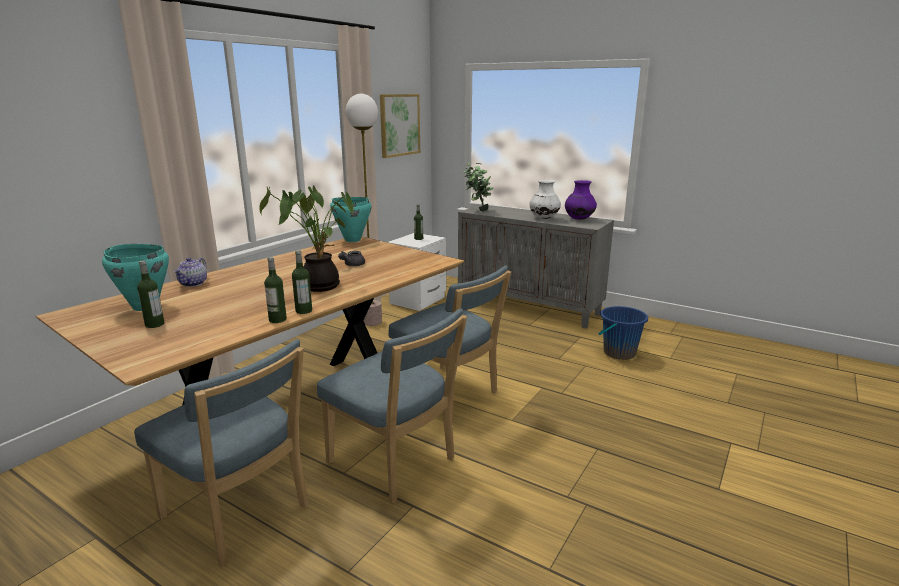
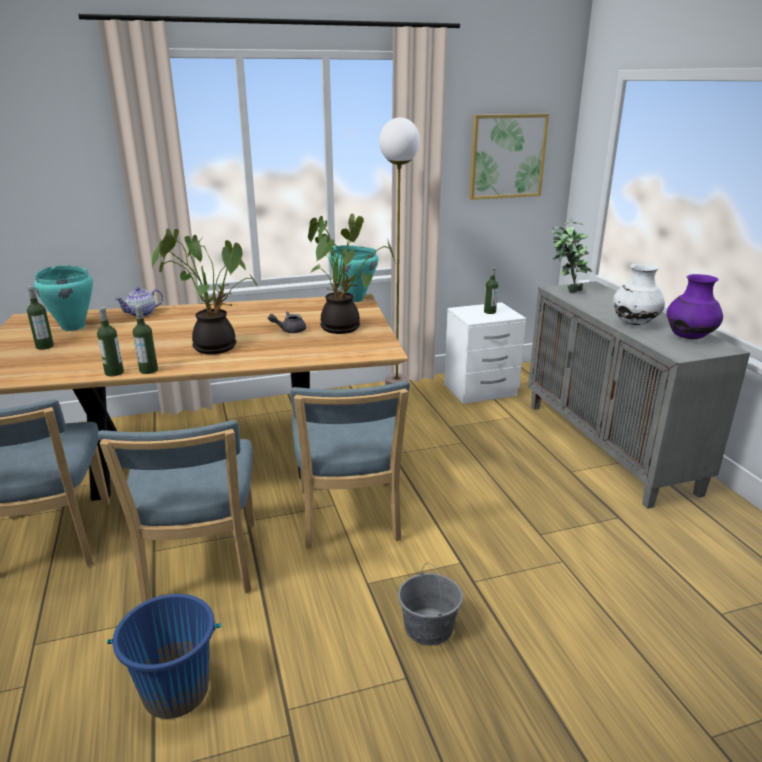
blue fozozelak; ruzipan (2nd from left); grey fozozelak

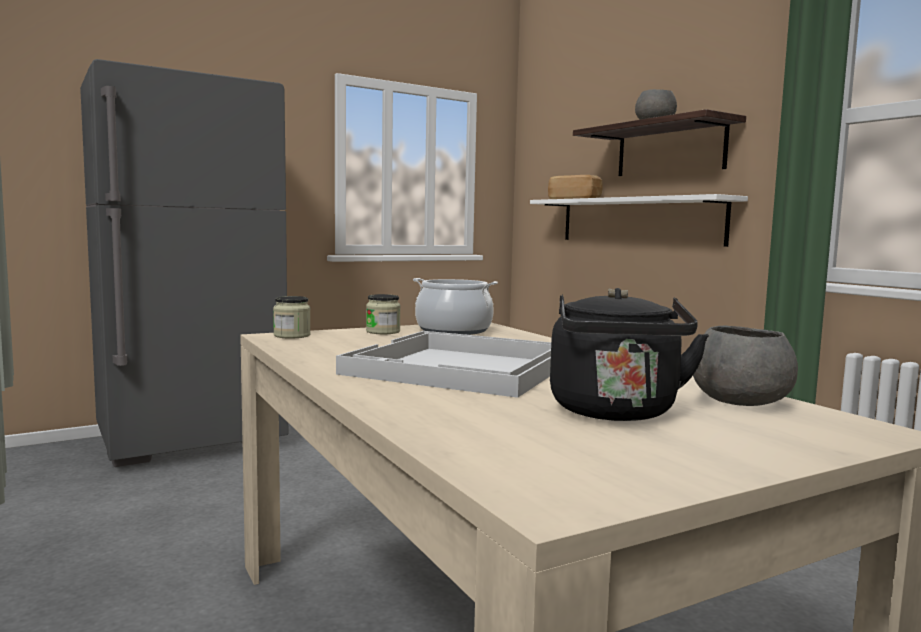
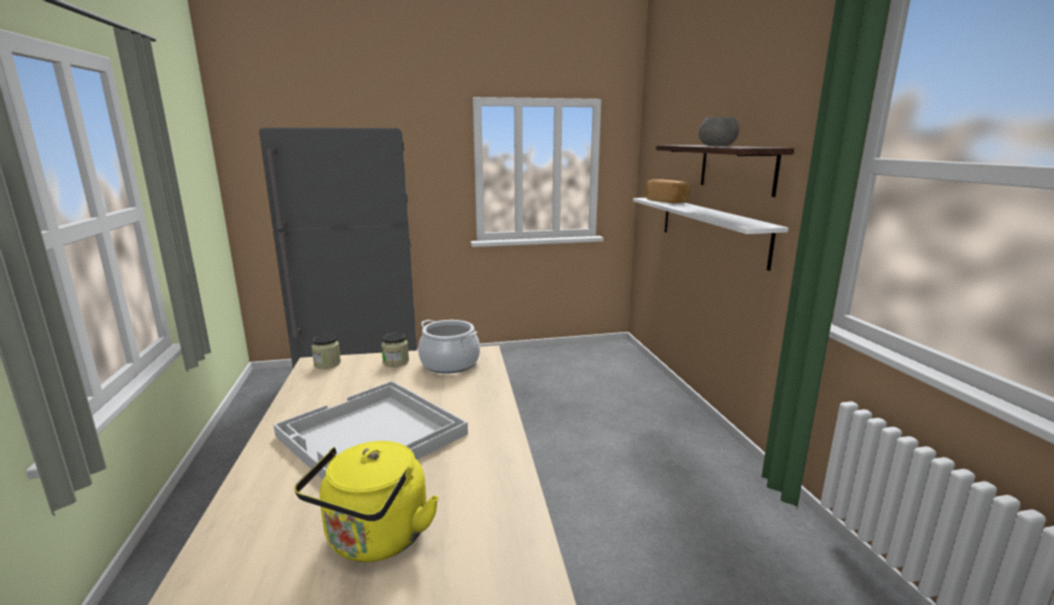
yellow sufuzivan; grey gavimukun (2nd from left in the first image)

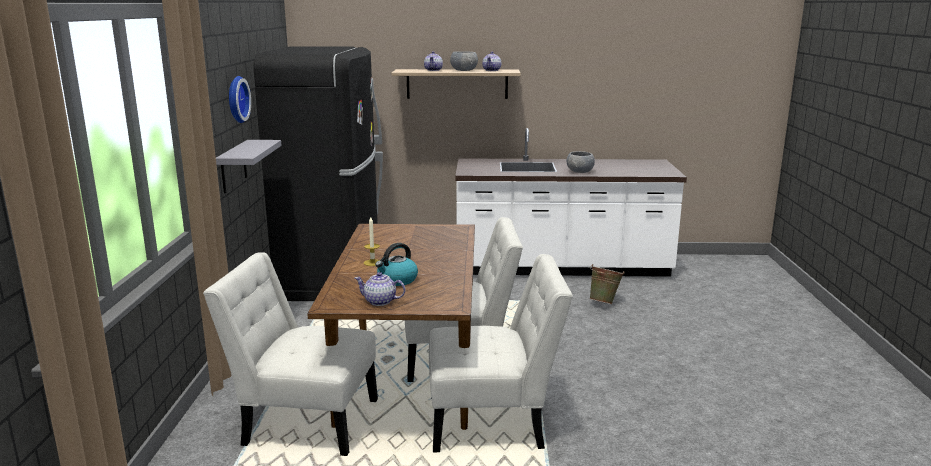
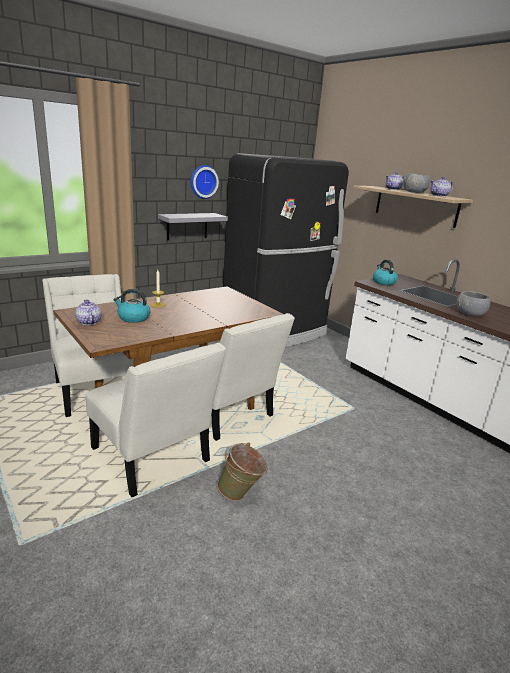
green fozozelak; sufuzivan (2nd from left)

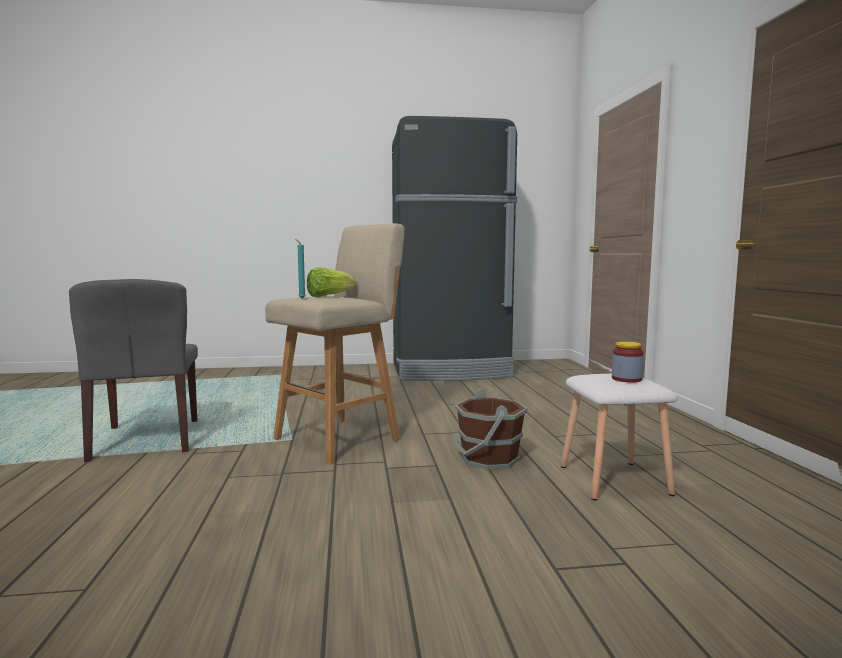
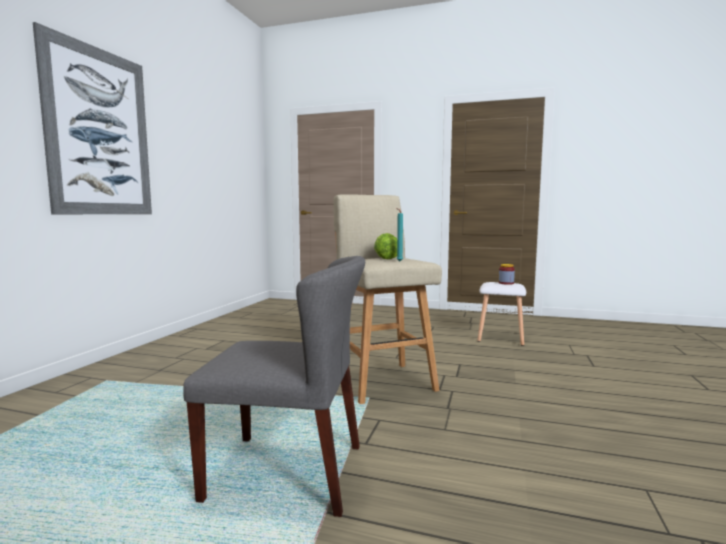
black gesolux; brown fozozelak; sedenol

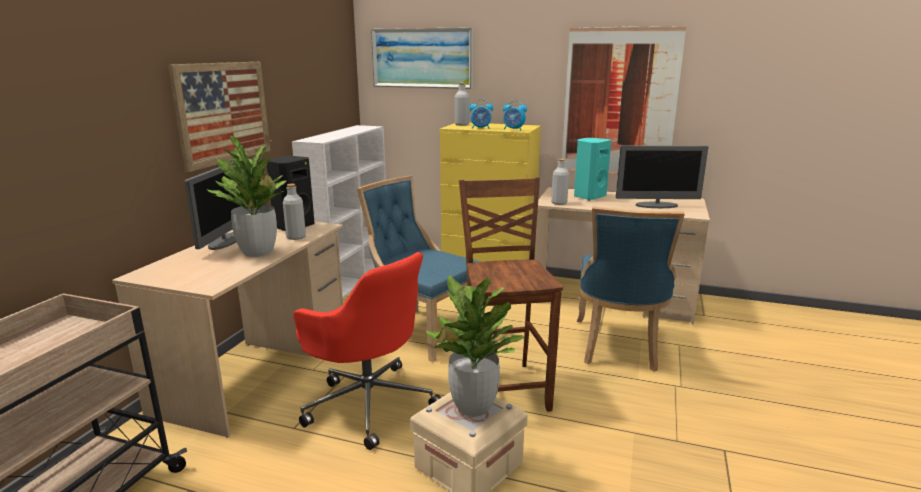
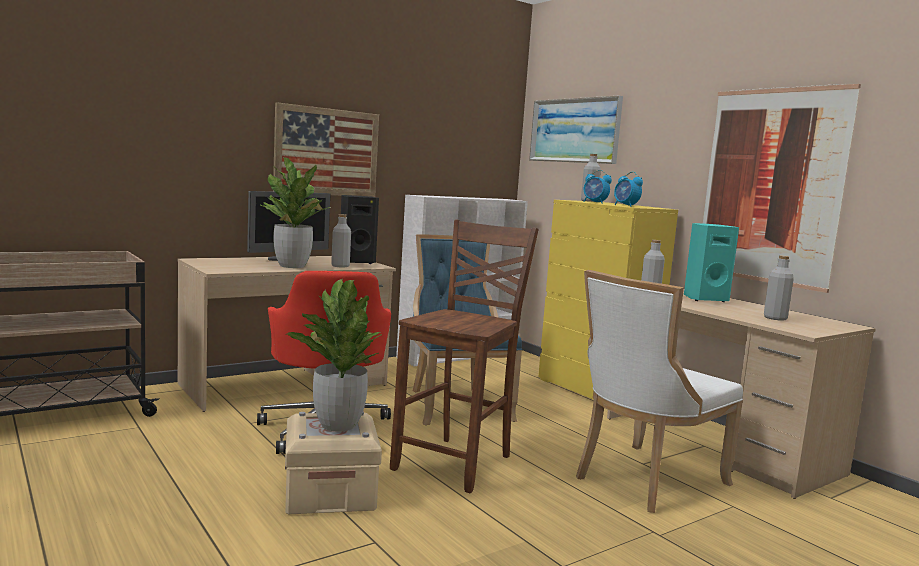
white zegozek; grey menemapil (4th from left)

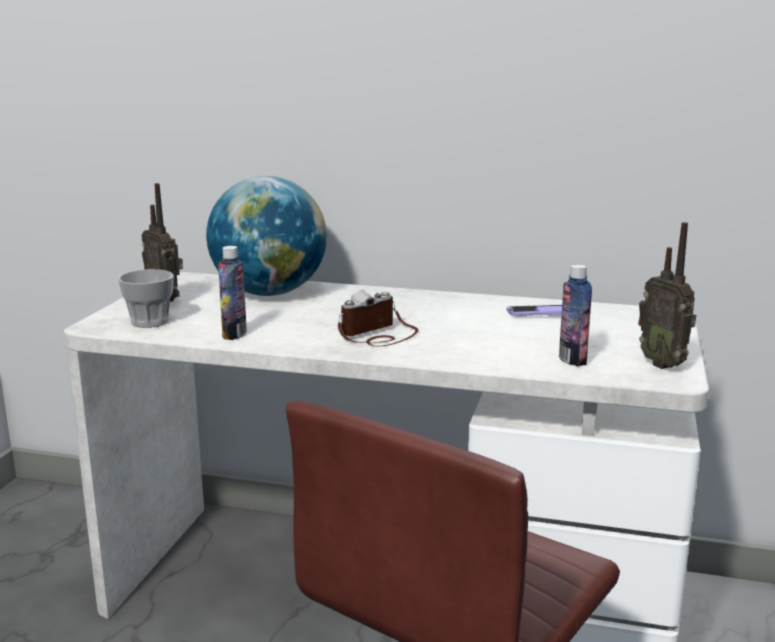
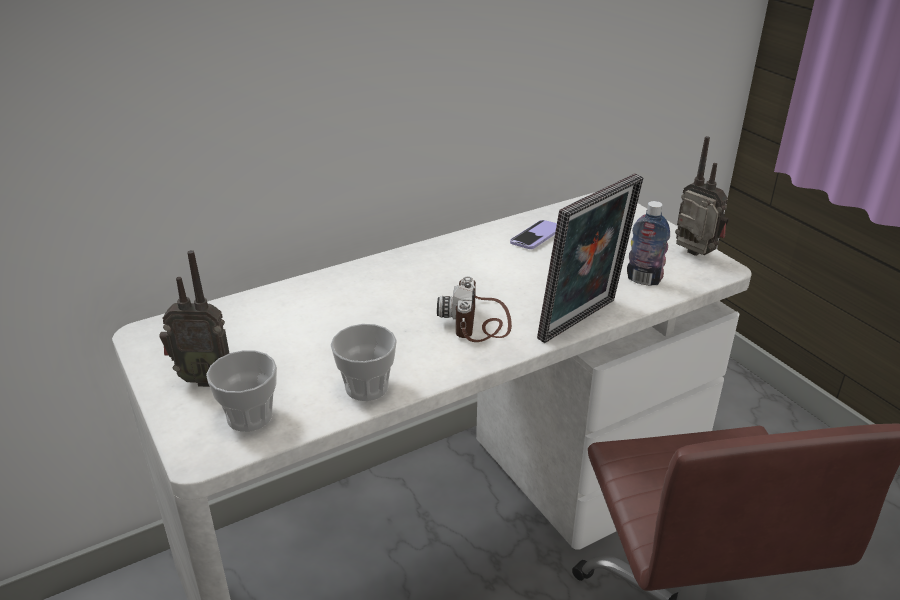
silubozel; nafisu (2nd from left); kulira (2nd from left); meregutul

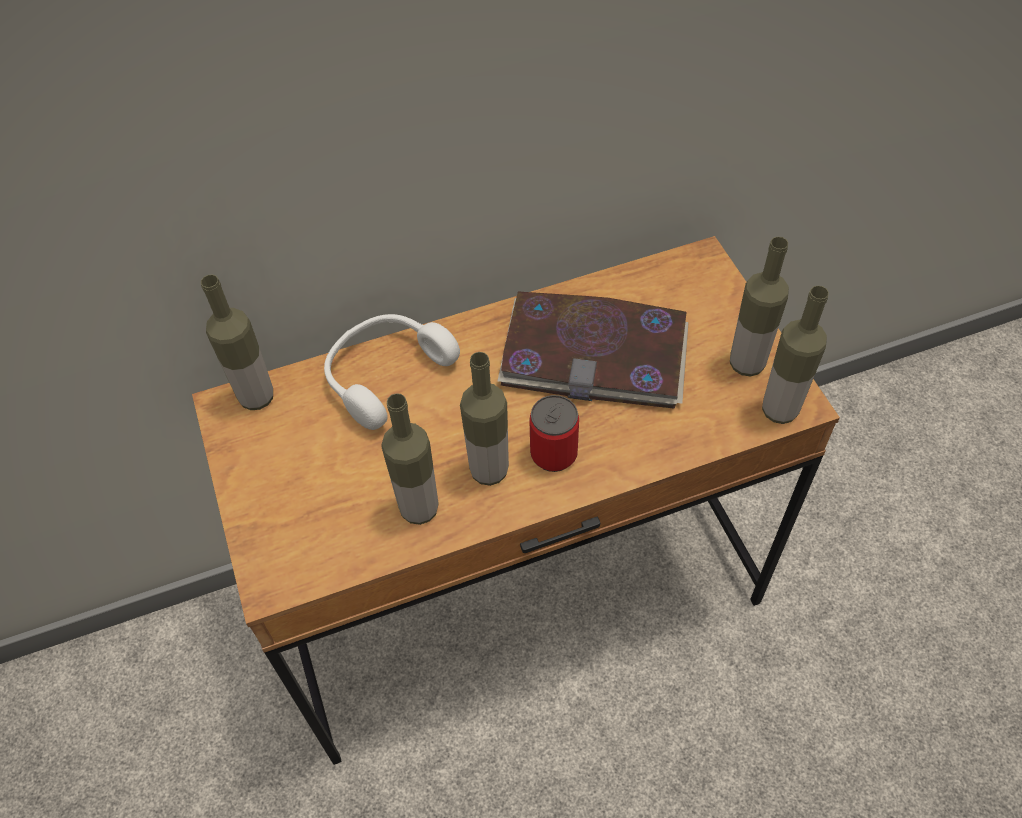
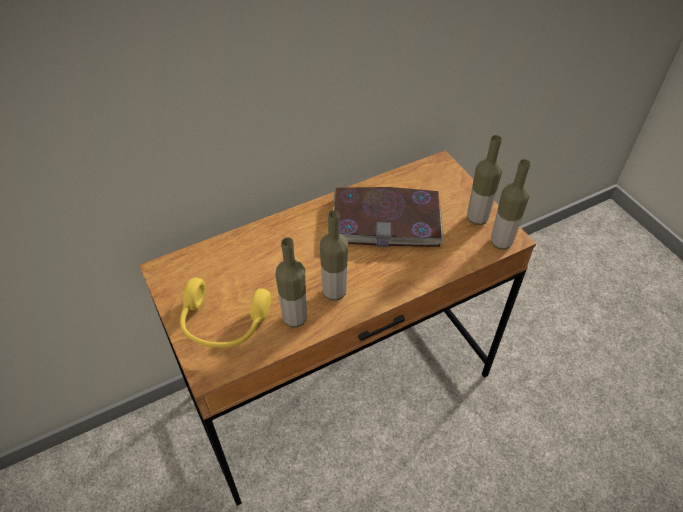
menemapil (1st from left in the first image); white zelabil; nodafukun; yellow zelabil

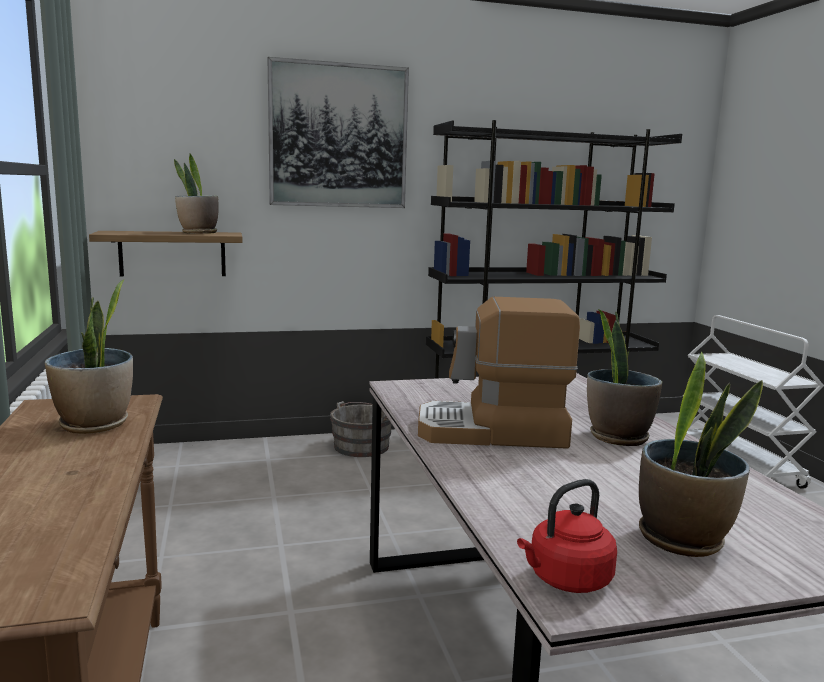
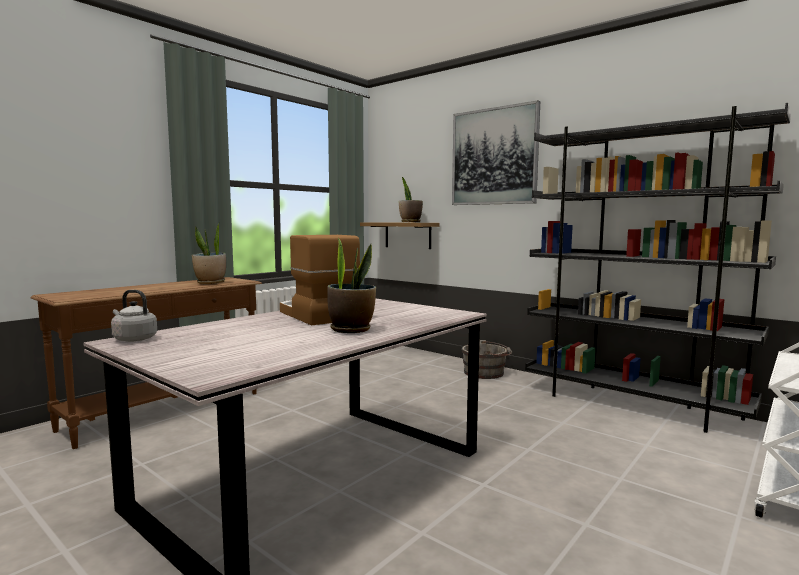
grey sufuzivan; ruzipan (4th from left in the first image)

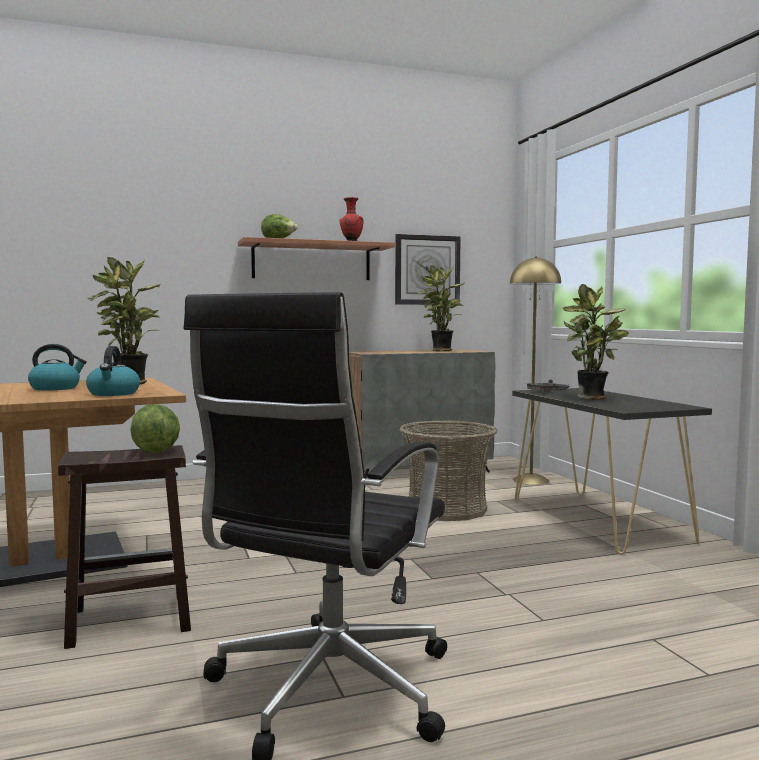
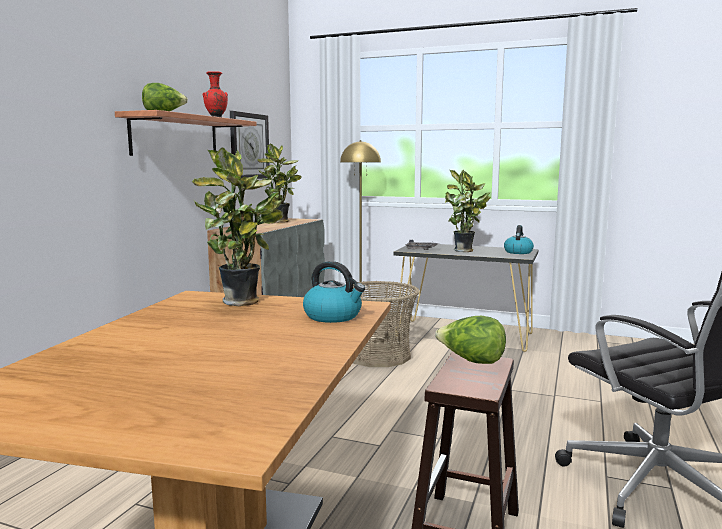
sufuzivan (2nd from left)

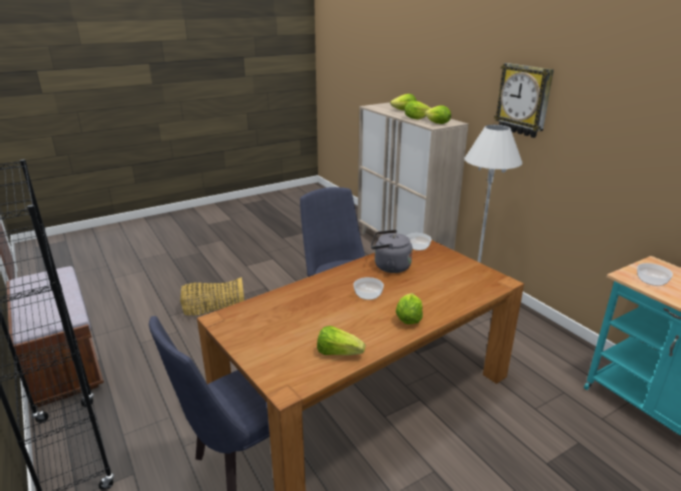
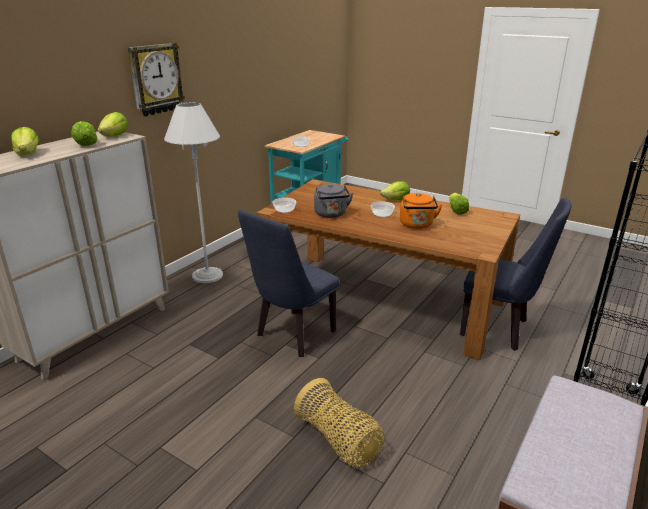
orange sufuzivan

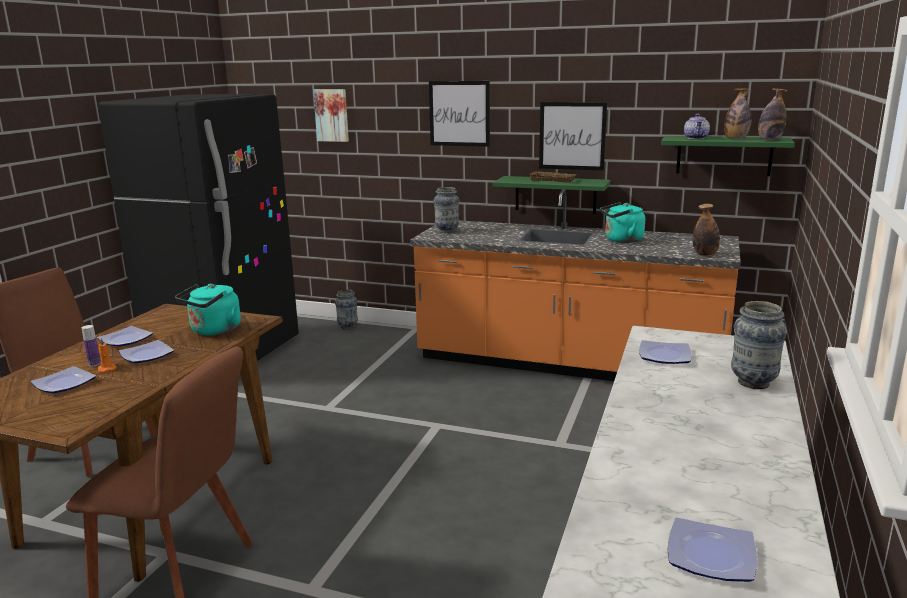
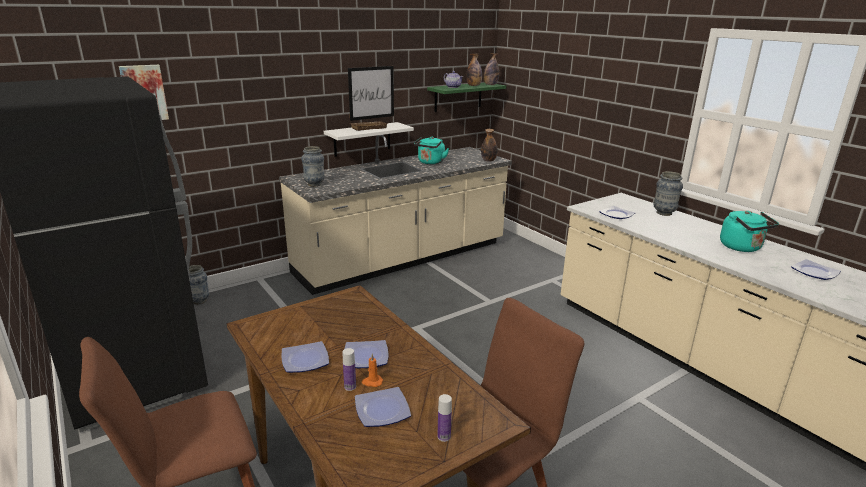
turquoise sufuzivan (2nd from left); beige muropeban (1st from left); sedenol (2nd from left in the first image); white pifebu; menemapil (2nd from left)

